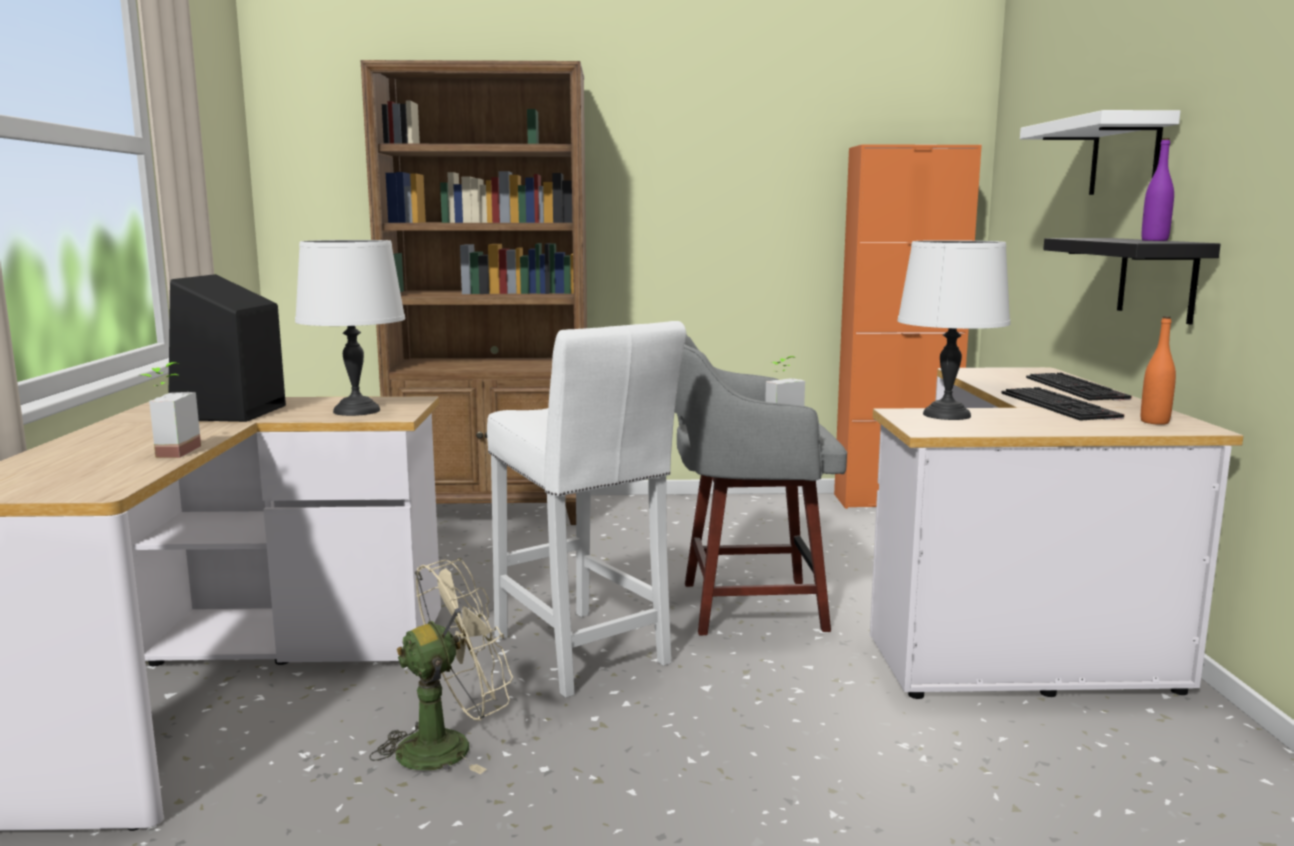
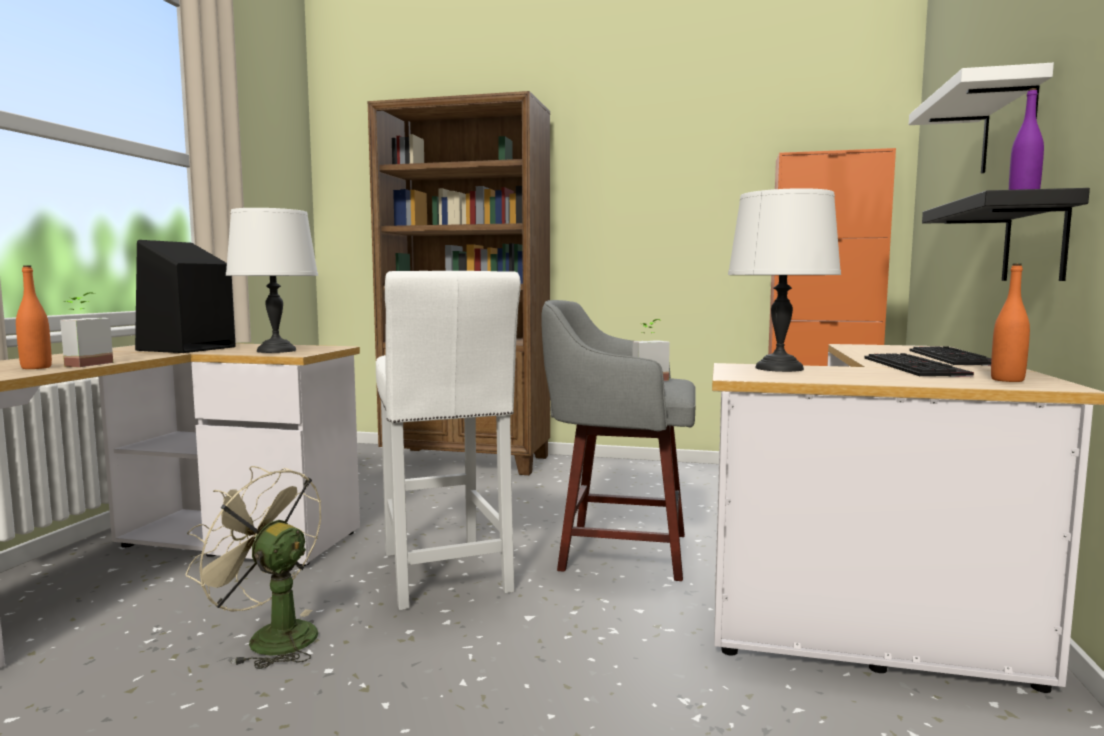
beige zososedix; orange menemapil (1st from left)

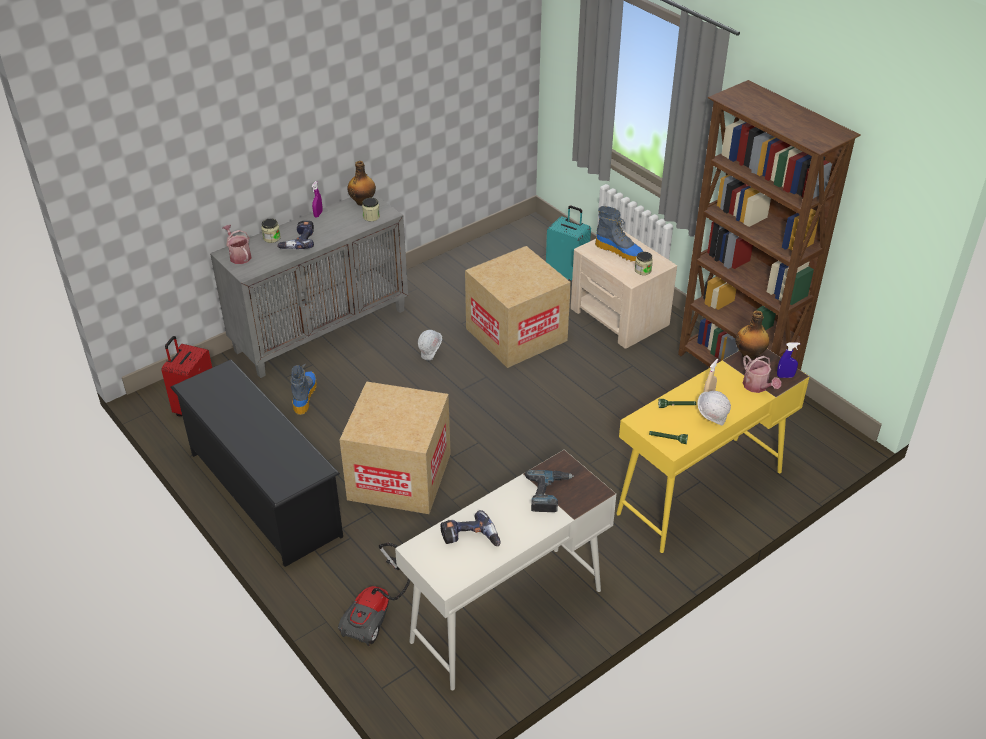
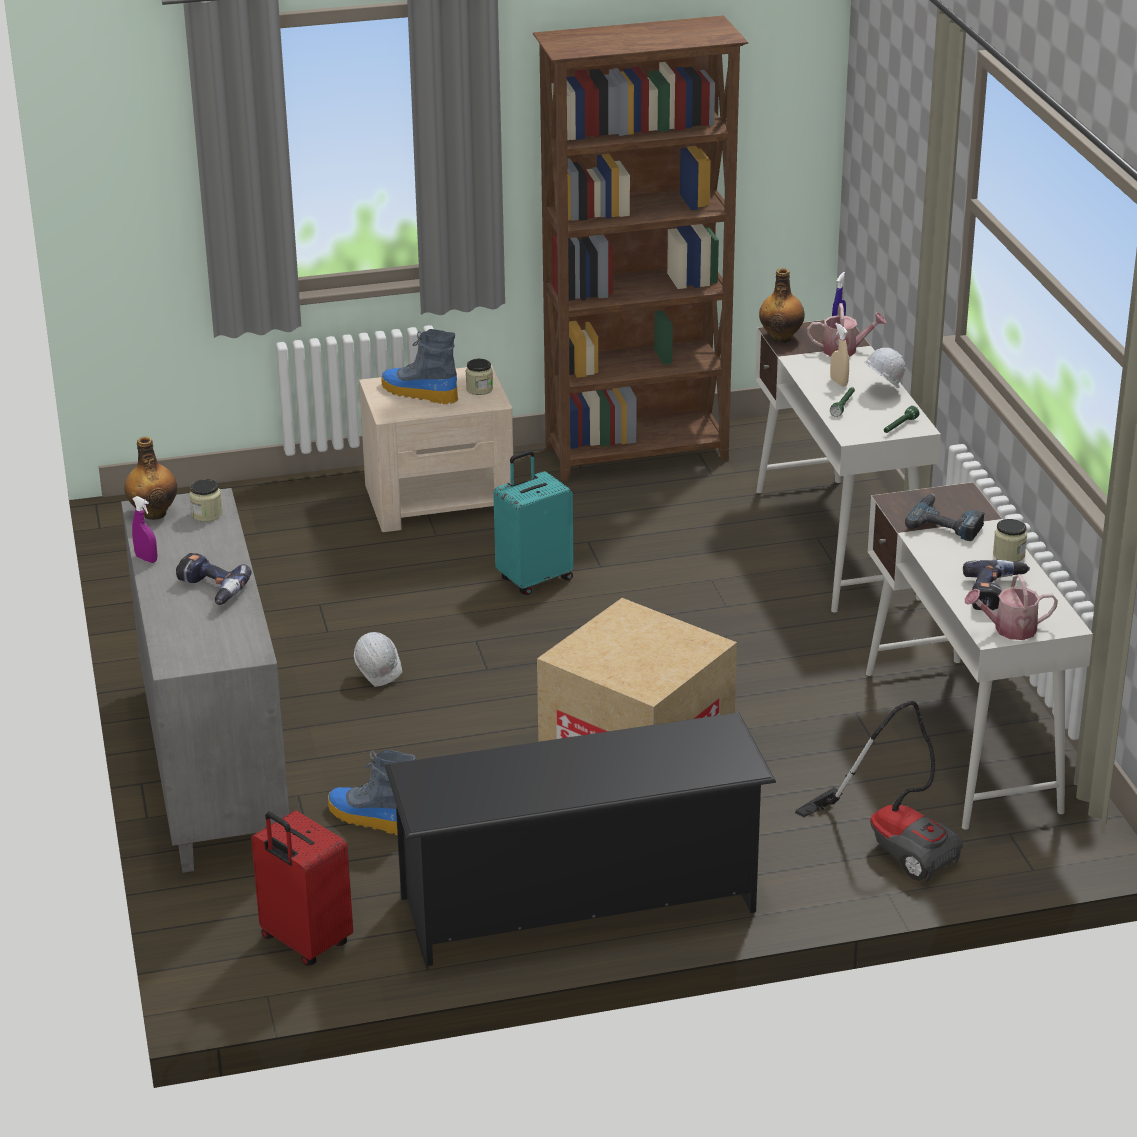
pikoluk (2nd from left); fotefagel (3rd from left); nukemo (2nd from left in the first image); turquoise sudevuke; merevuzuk (2nd from left); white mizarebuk (1st from left)

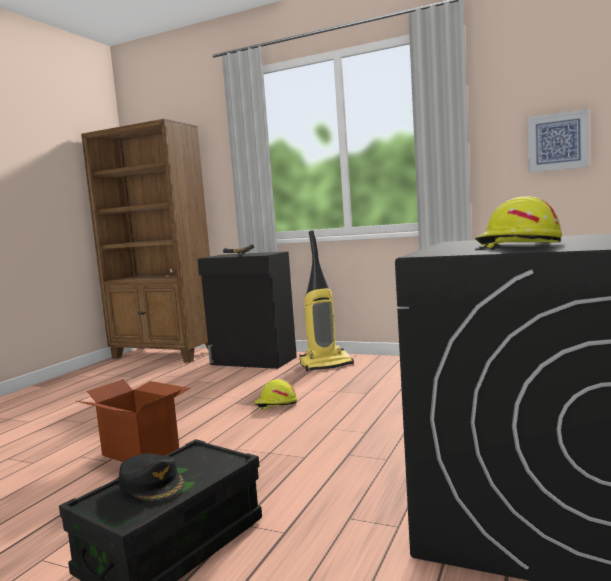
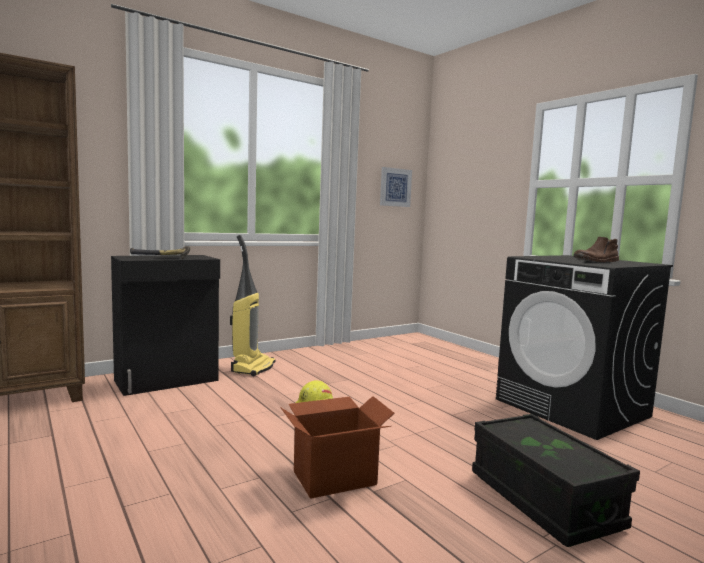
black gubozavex; brown merevuzuk

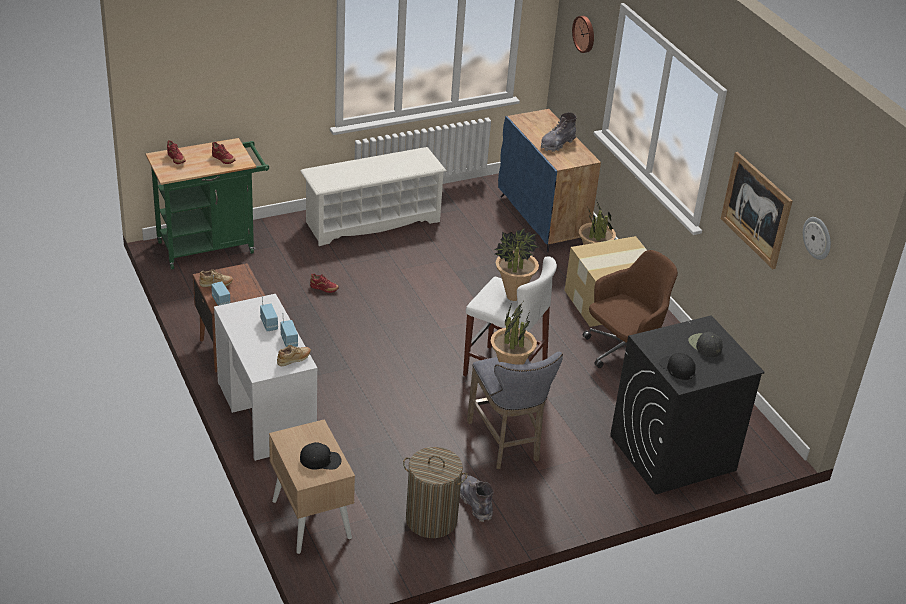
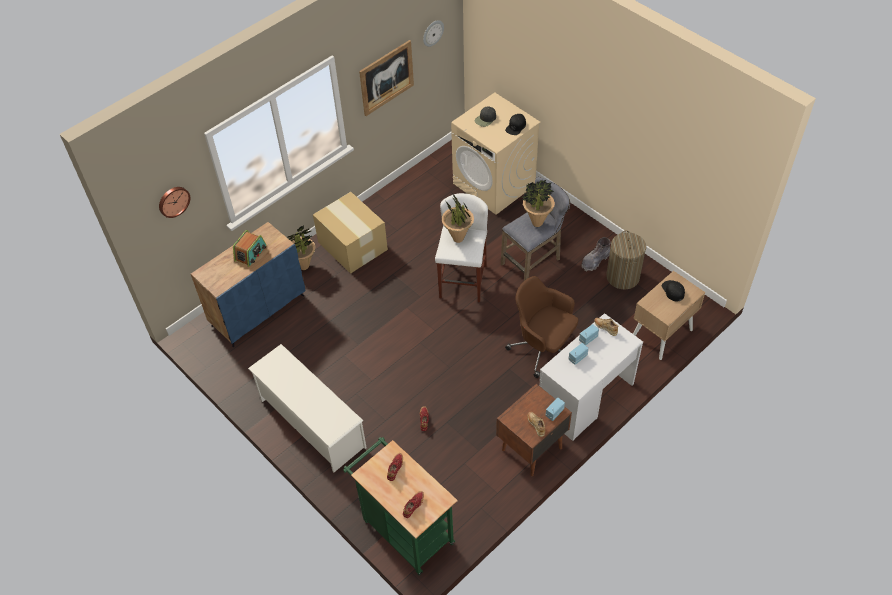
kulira (1st from left); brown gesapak; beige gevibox

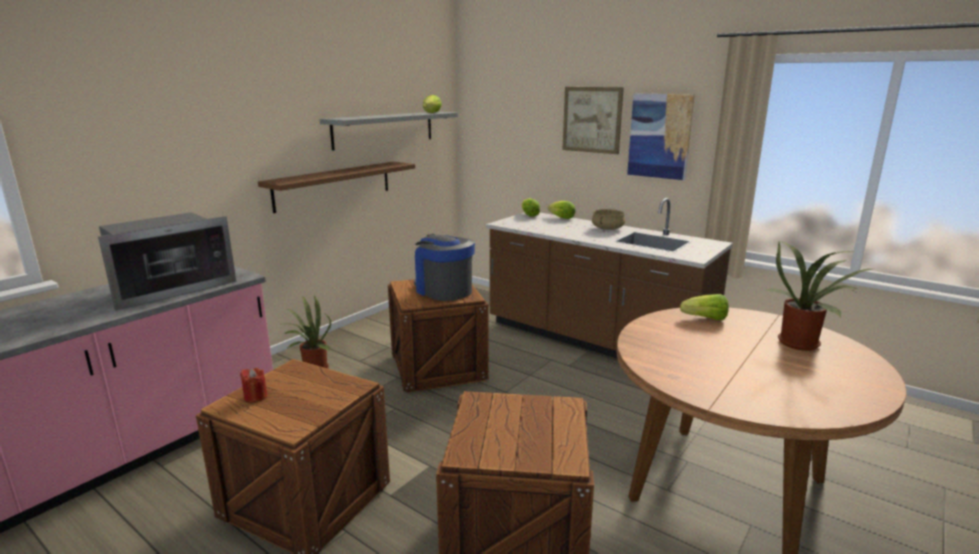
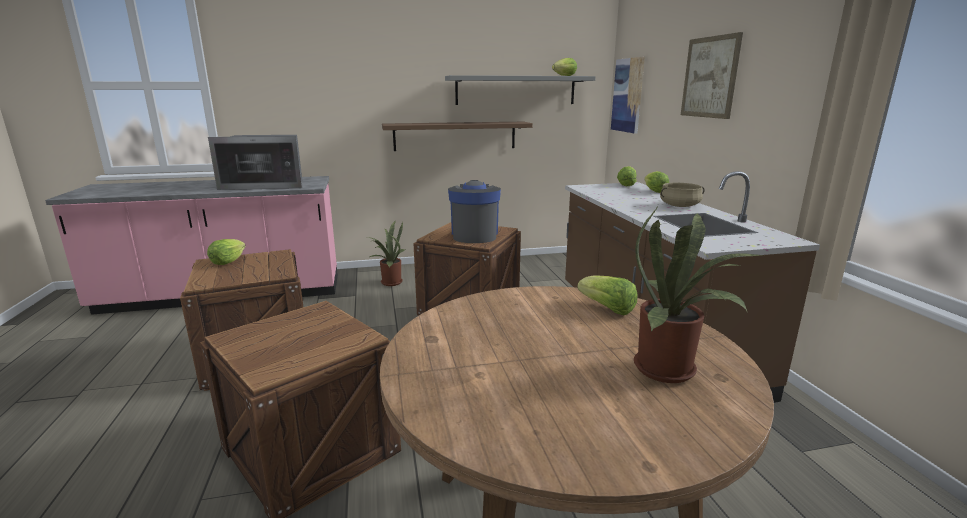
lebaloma (1st from left); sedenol (1st from left)

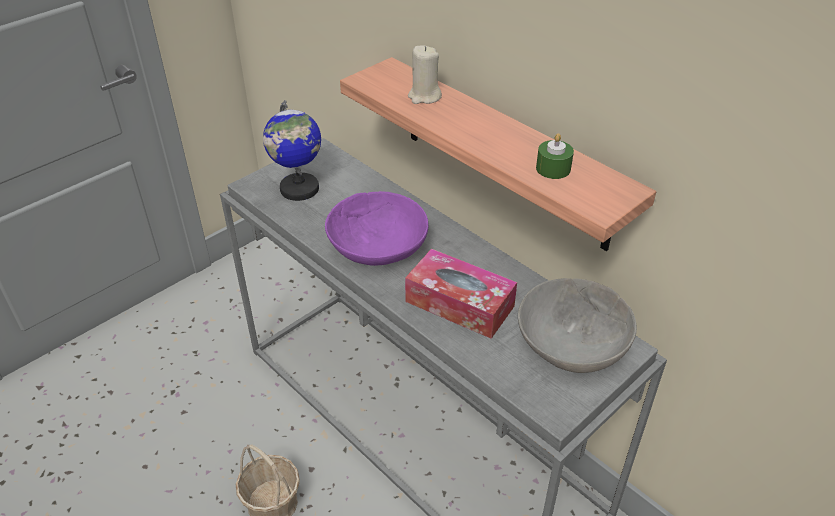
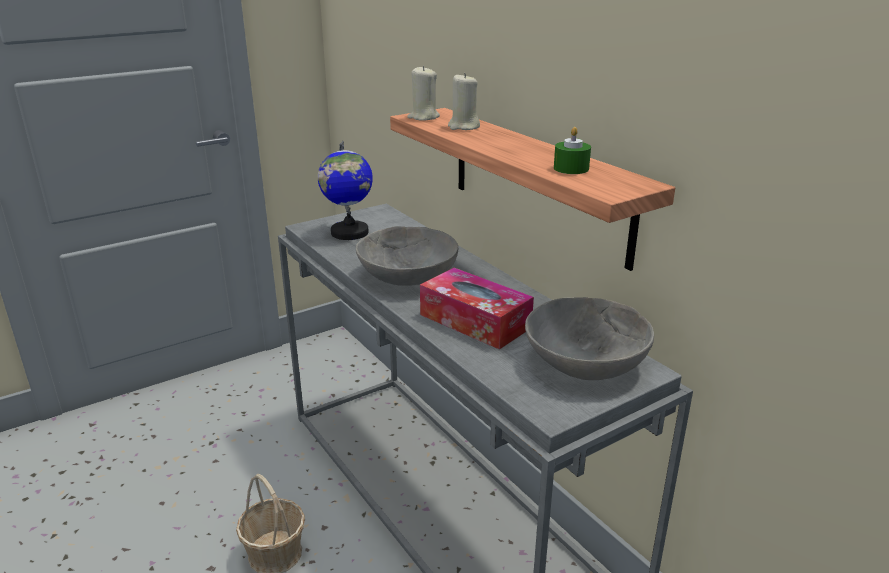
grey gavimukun (1st from left); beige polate (1st from left)

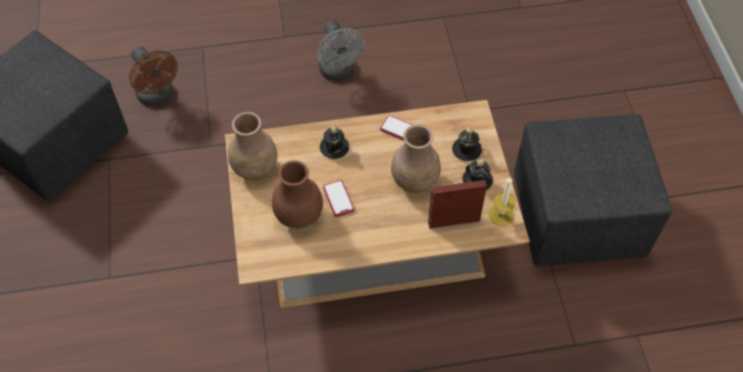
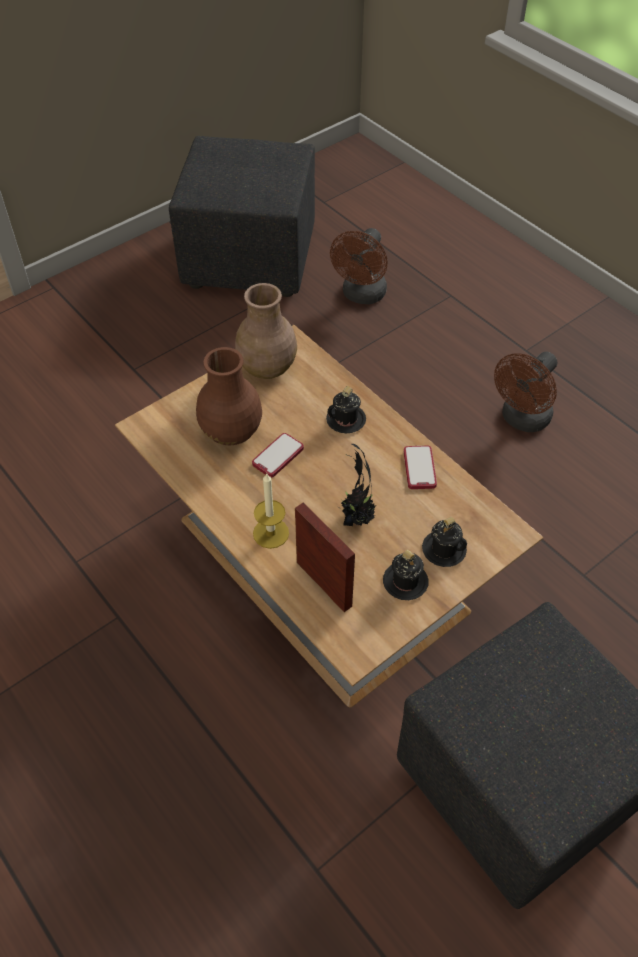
brown zososedix (2nd from left); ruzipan; polate

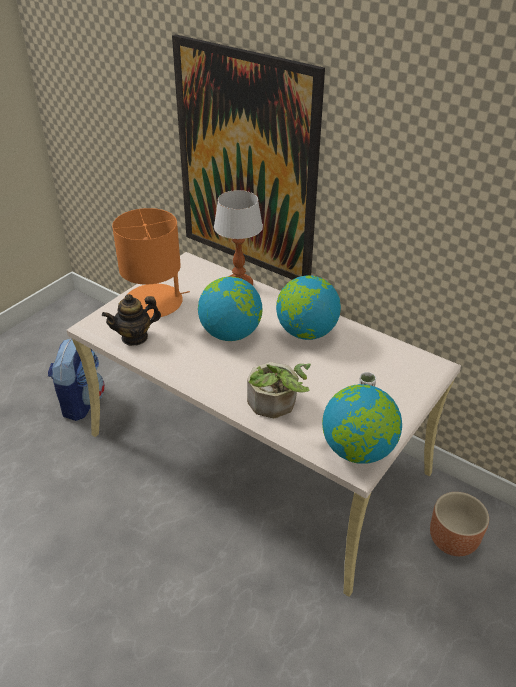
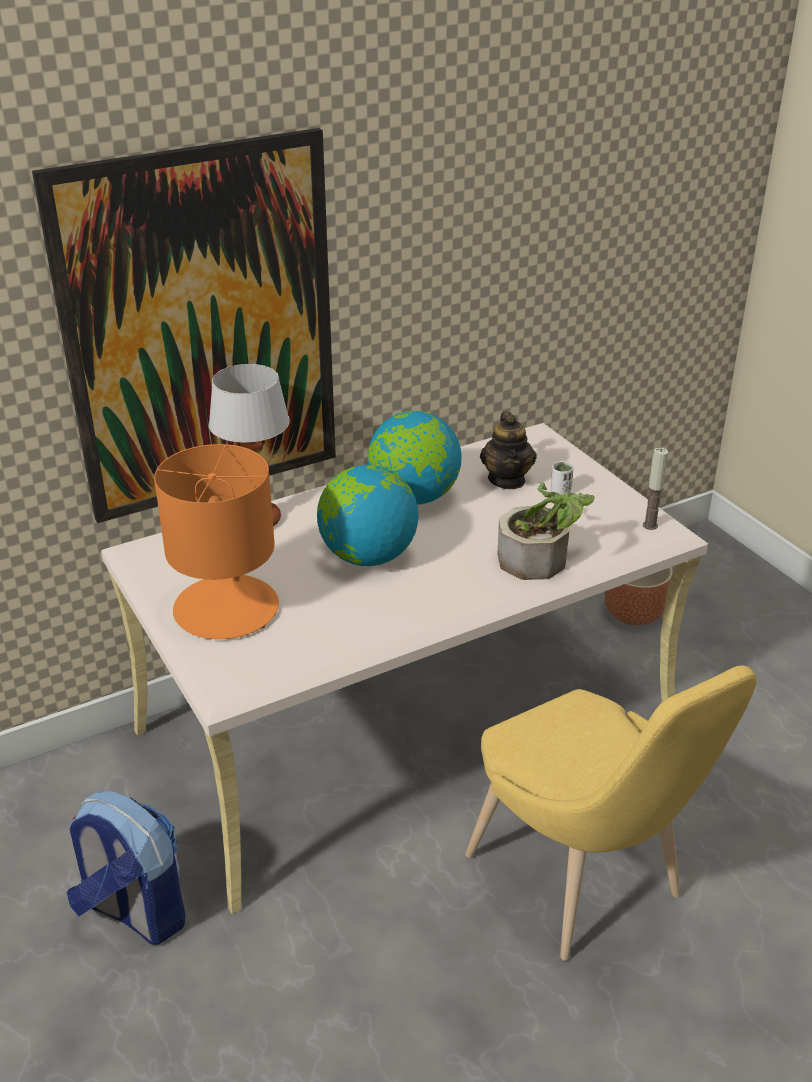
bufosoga; polate; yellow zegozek

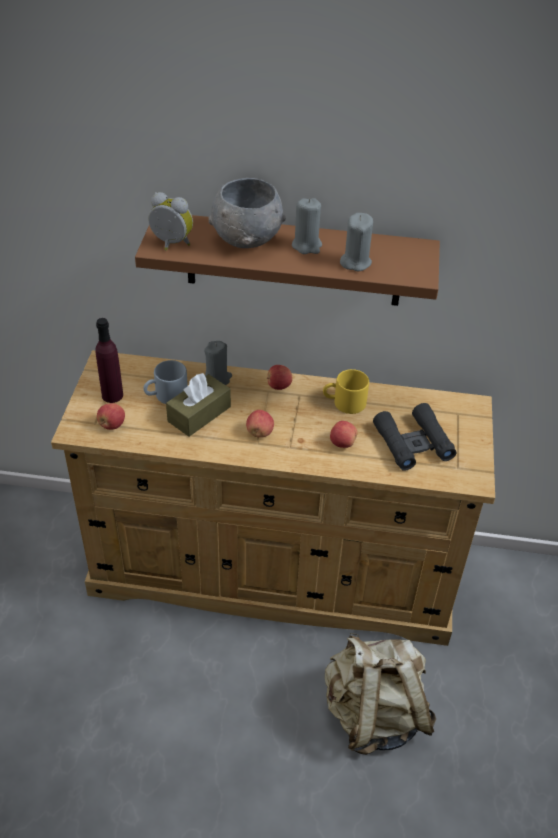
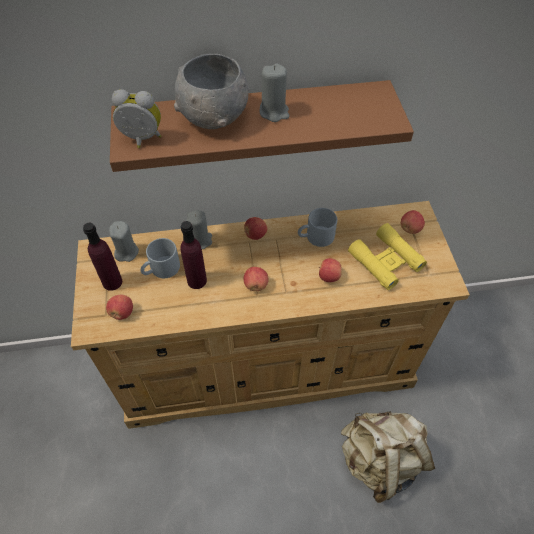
purple menemapil (2nd from left); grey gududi (2nd from left); grey polate (1st from left); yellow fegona; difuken (5th from left)

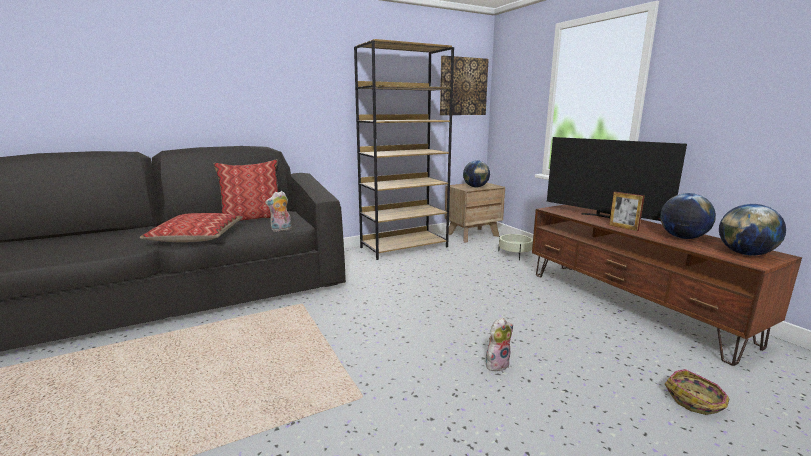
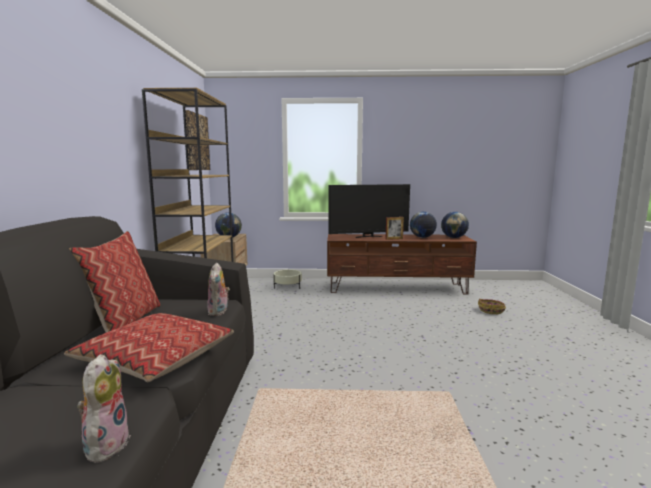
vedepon (1st from left)

